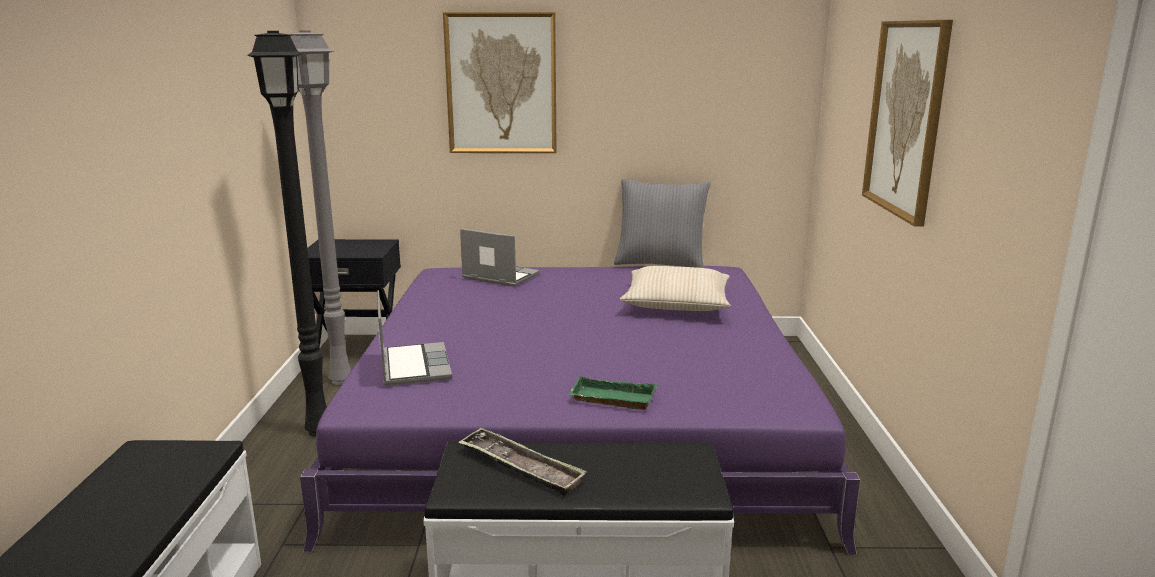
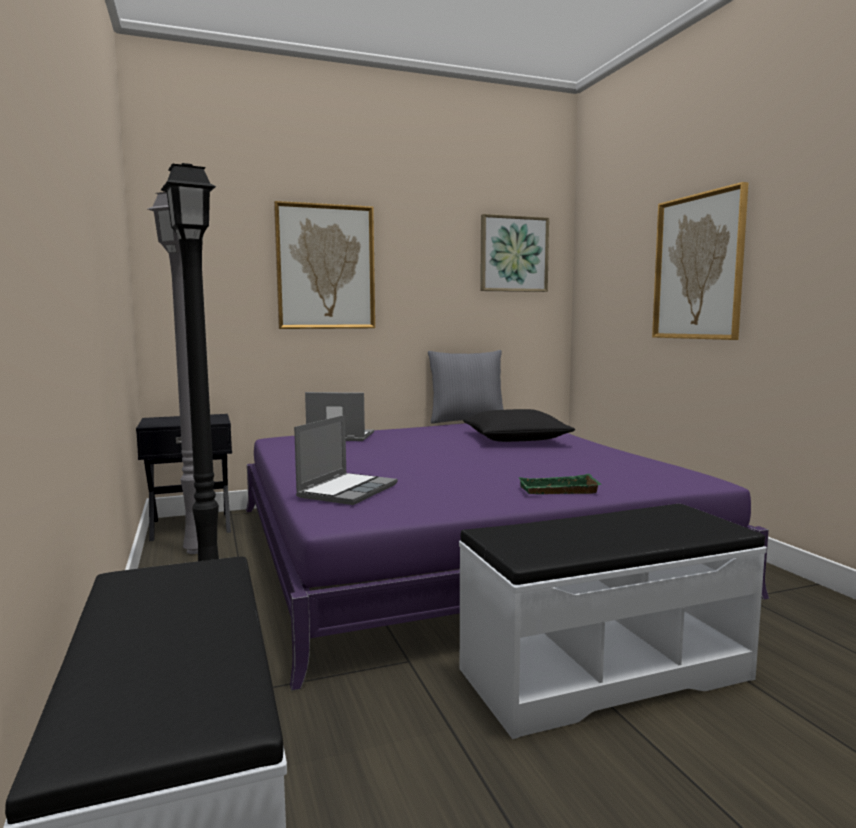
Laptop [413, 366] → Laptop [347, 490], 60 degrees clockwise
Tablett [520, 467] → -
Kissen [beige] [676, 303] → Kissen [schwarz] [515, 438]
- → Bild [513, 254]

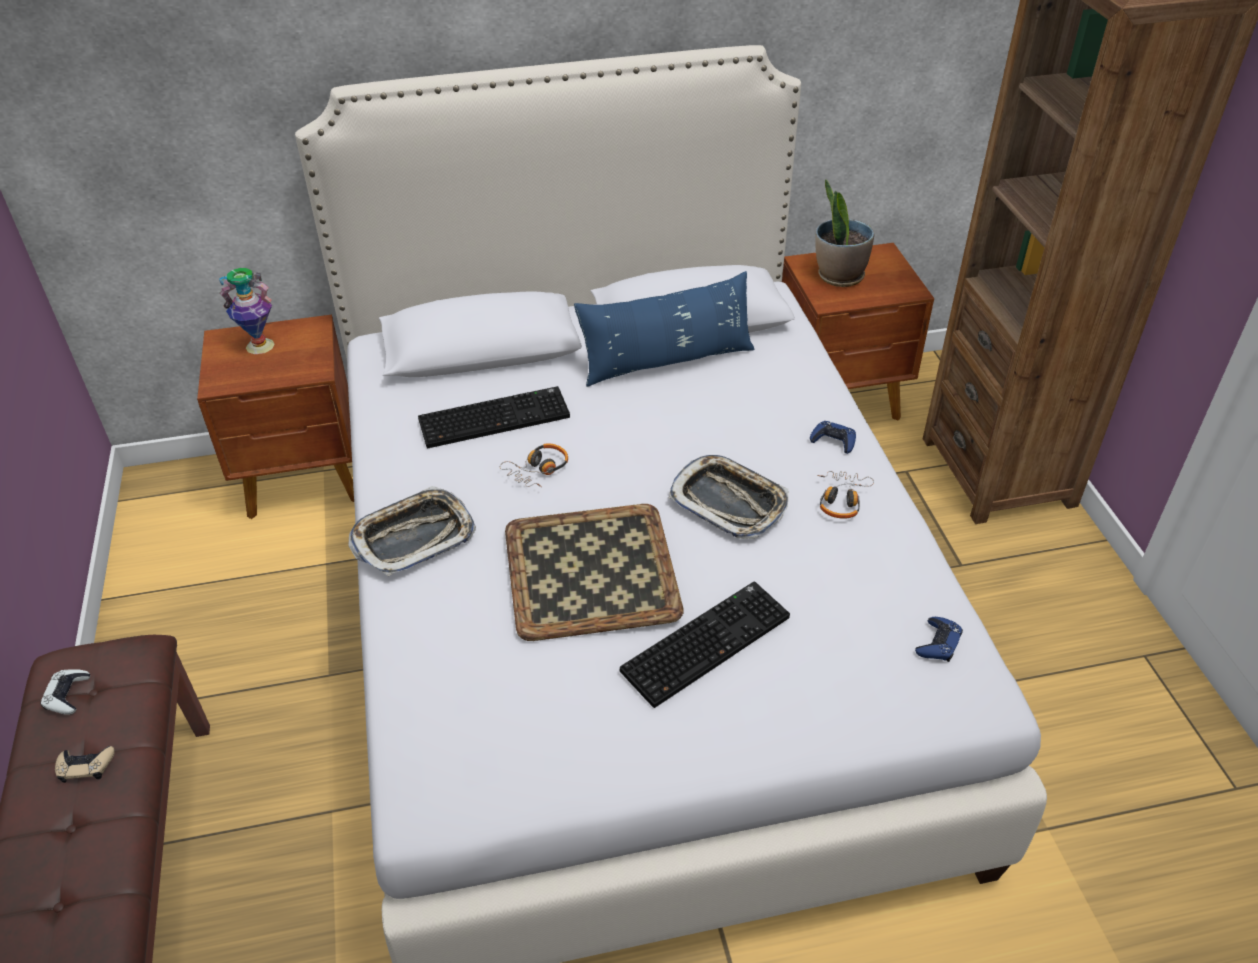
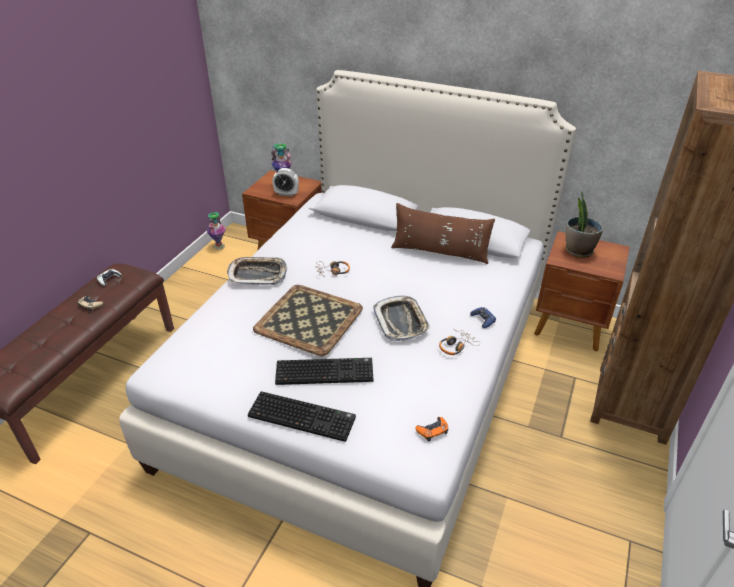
Tastatur [495, 417] → Tastatur [303, 416], relocated
Kissen [blau] [667, 361] → Kissen [braun] [440, 252]
Gamepad [blau] [938, 643] → Gamepad [orange] [432, 430]
- → Vase [218, 246]
- → Wecker [286, 194]

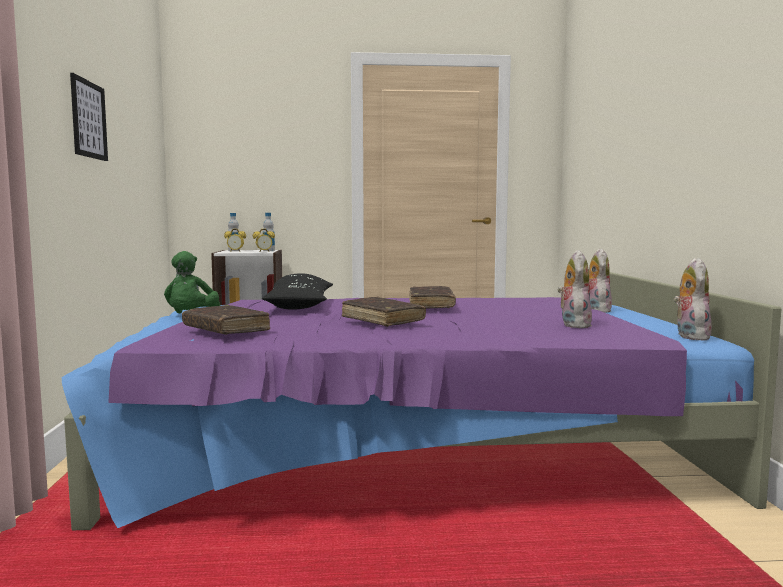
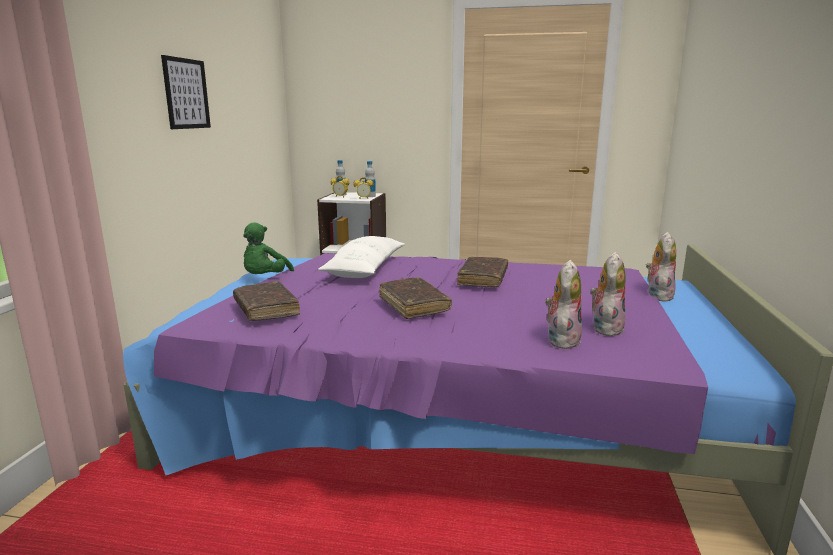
Kissen [schwarz] [300, 305] → Kissen [weiß] [365, 269]
Plüschtier [689, 336] → Plüschtier [561, 340], relocated

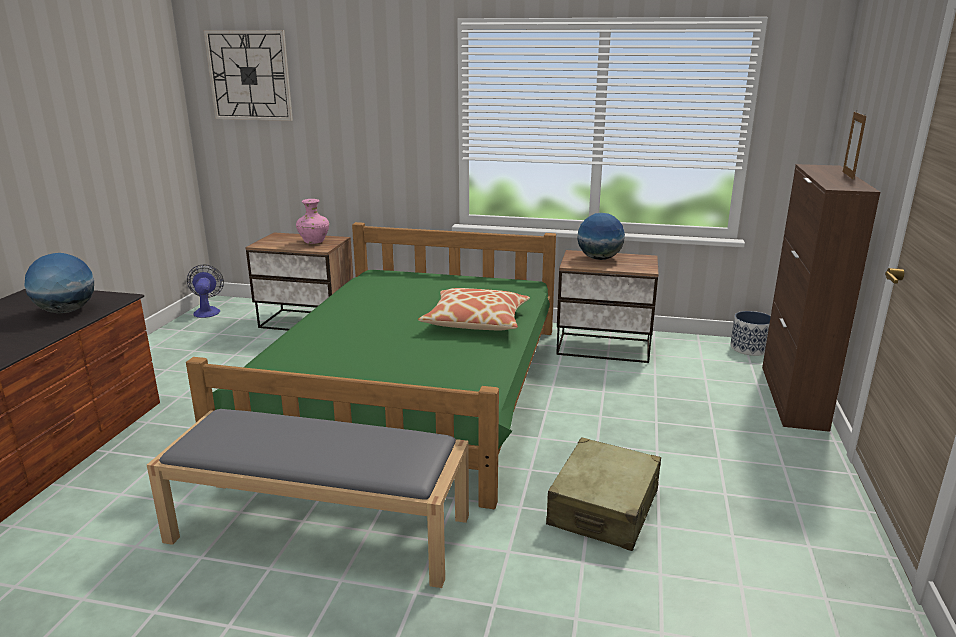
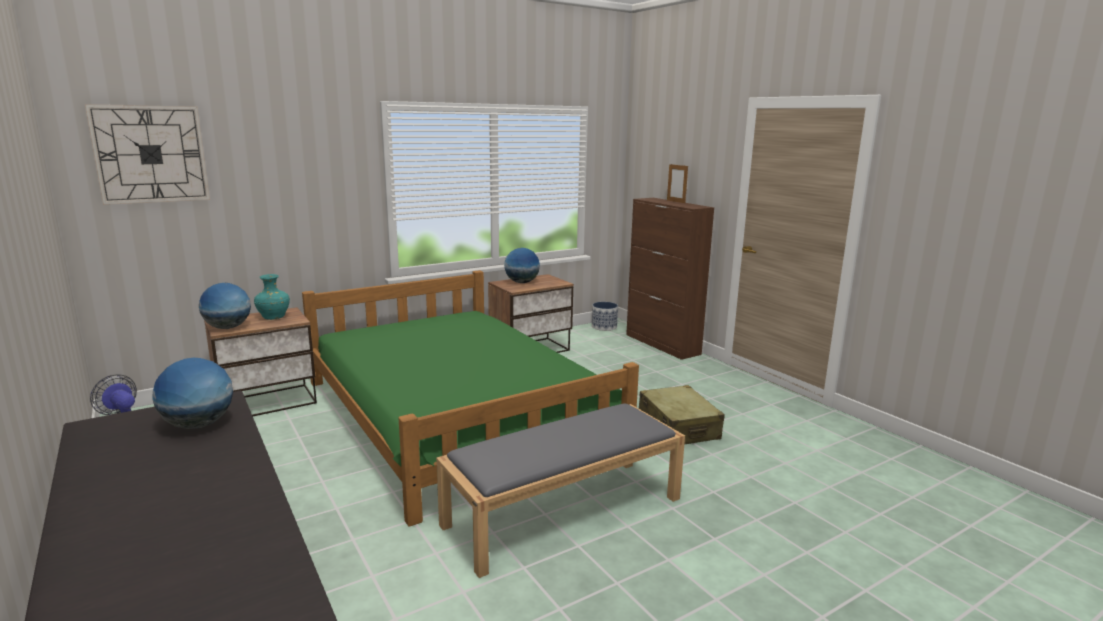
Vase [rosa] [313, 242] → Vase [türkis] [273, 317]
Kissen [476, 321] → -
- → Globus [228, 328]

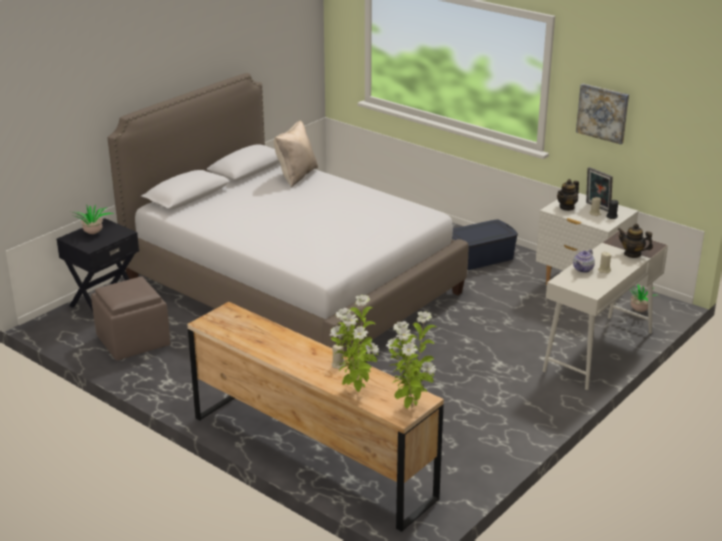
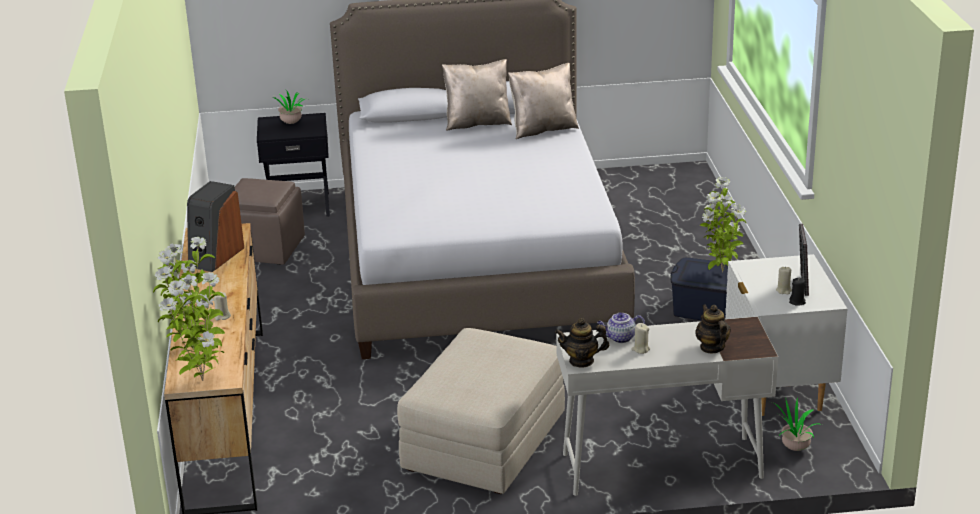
Teekanne [567, 207] → Teekanne [581, 361], relocated
Bild [603, 113] → -
- → Lautsprecher [215, 256]
- → Polsterhocker [beige] [484, 443]
- → Kissen [beige] [477, 123]
- → Topfpflanze [721, 272]

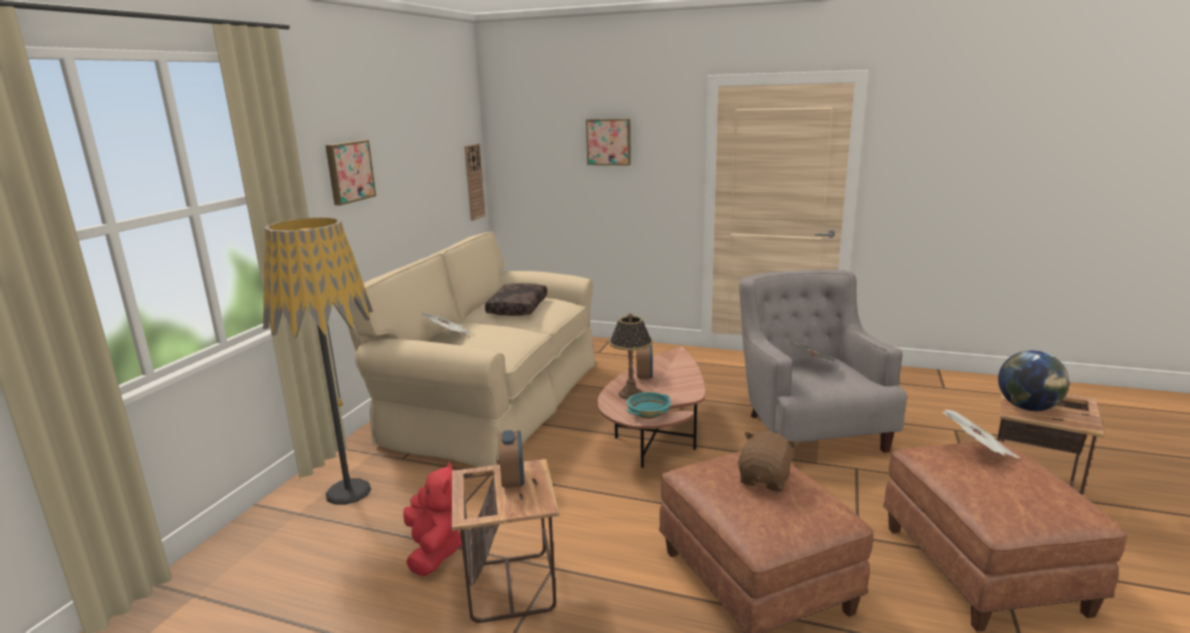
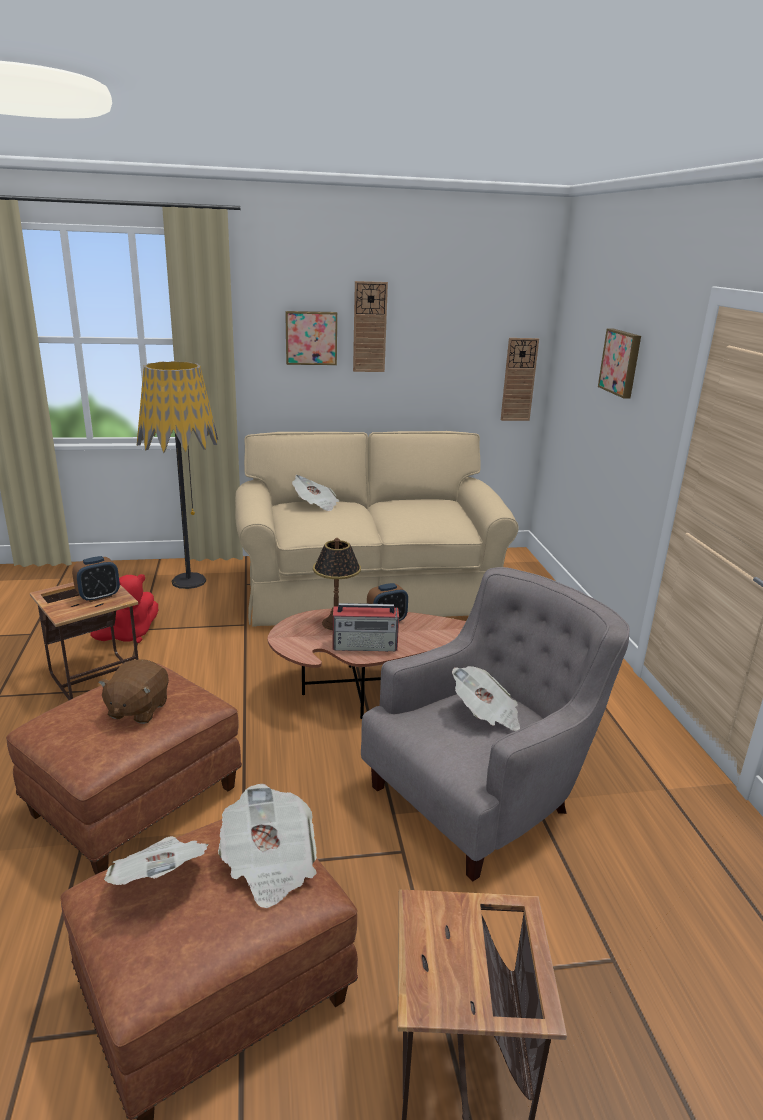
Kissen [braun] [516, 307] → -
Schüssel [türkis] [648, 414] → -
Plüschtier [braun] [765, 479] → Plüschtier [braun] [137, 709], 105 degrees clockwise
Globus [1027, 408] → -
- → Zeitung [159, 878]
- → Radio [366, 645]
- → Wanduhr [369, 327]

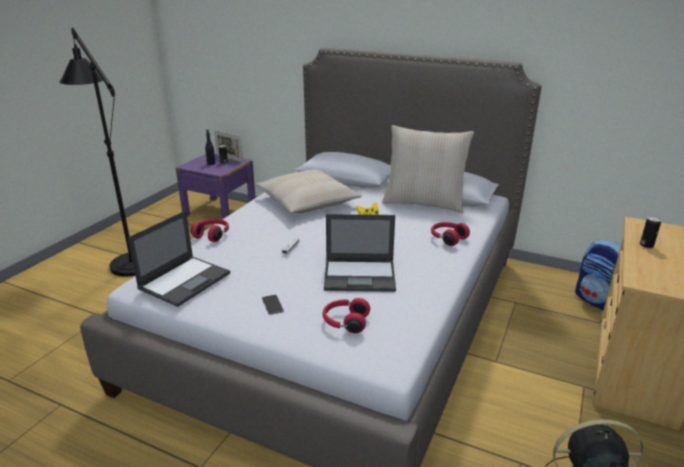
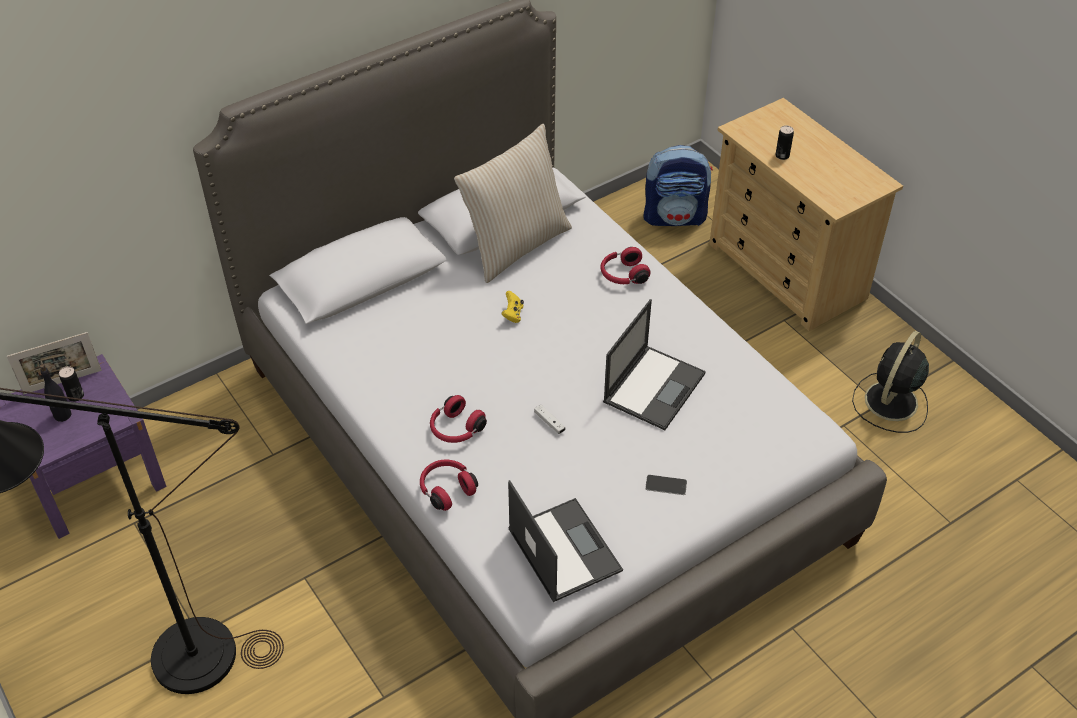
Kissen [beige] [307, 201] → -
Kopfhörer [rot] [345, 322] → Kopfhörer [rot] [456, 429], relocated

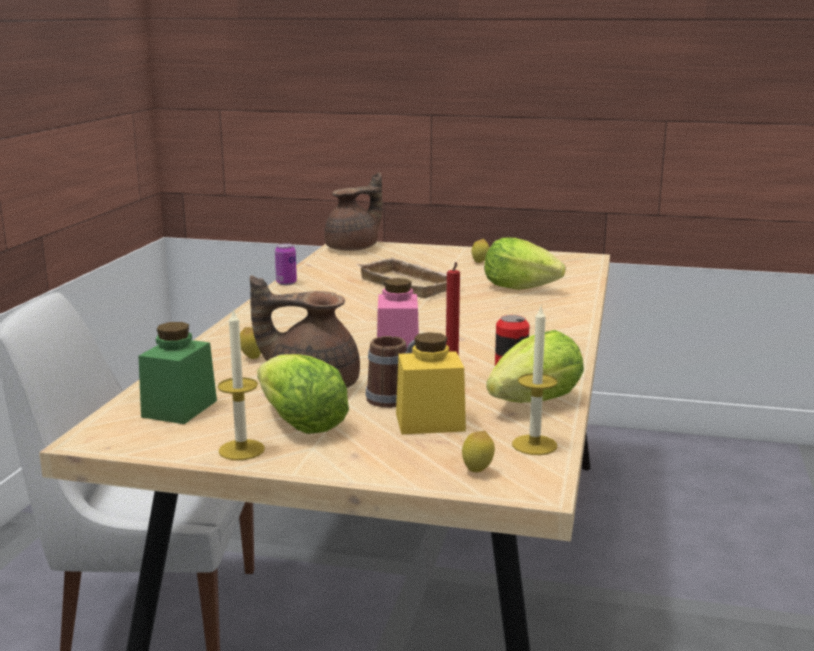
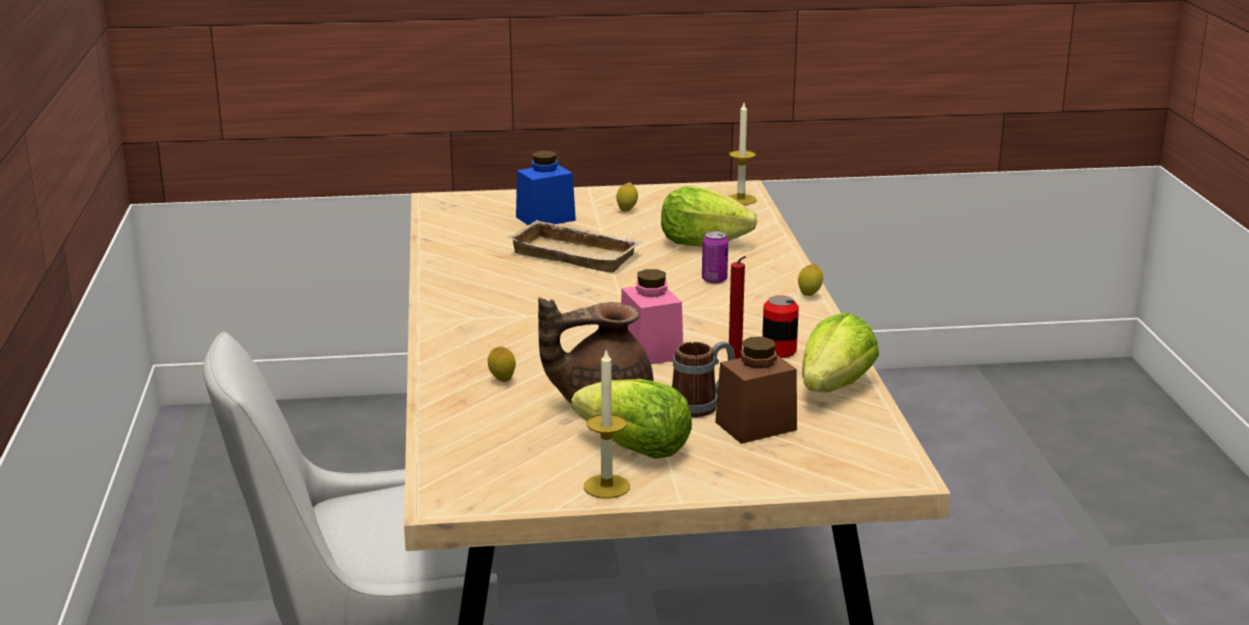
Vorratsglas [grün] [179, 409] → -
Dose [286, 283] → Dose [714, 280], relocated
Teekanne [braun] [354, 248] → -
Vorratsglas [gelb] [430, 422] → Vorratsglas [braun] [756, 426]
Zitrone [477, 472] → Zitrone [809, 295], relocated
Kerze [534, 445] → Kerze [741, 199], relocated
- → Vorratsglas [blau] [545, 218]

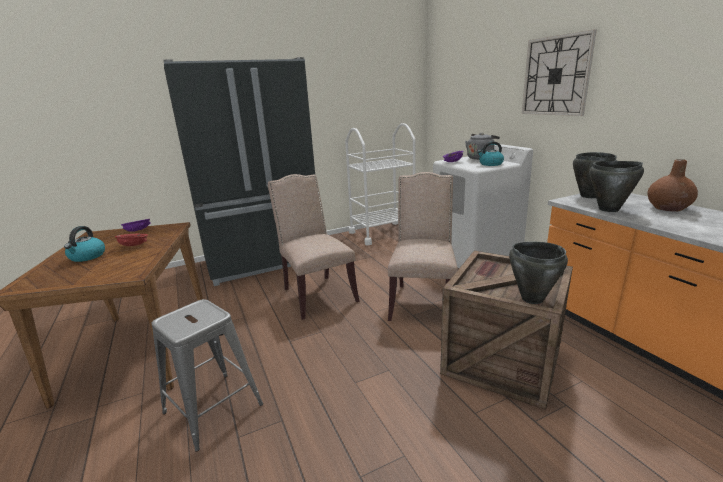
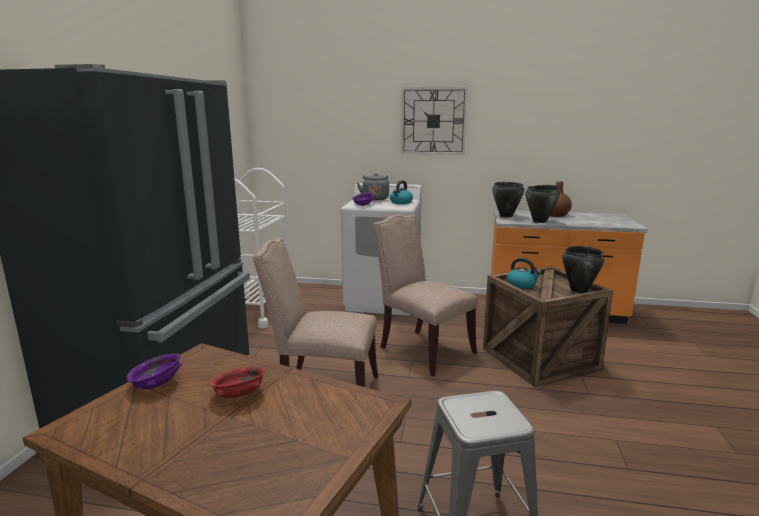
Wasserkessel [87, 257] → Wasserkessel [522, 285], relocated

